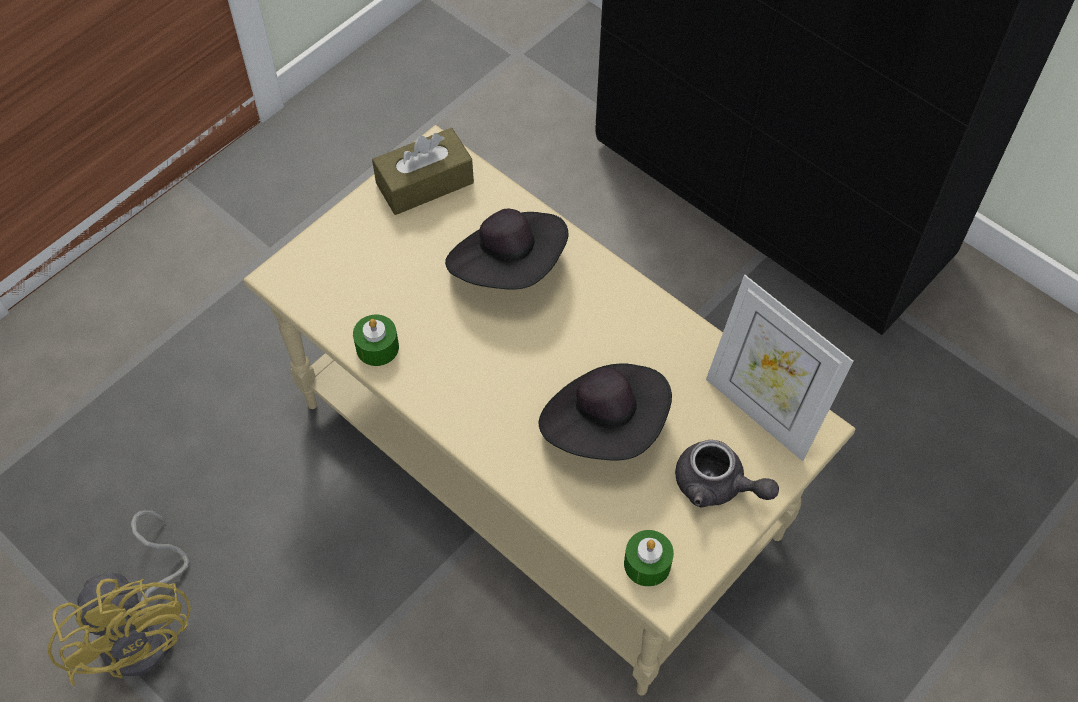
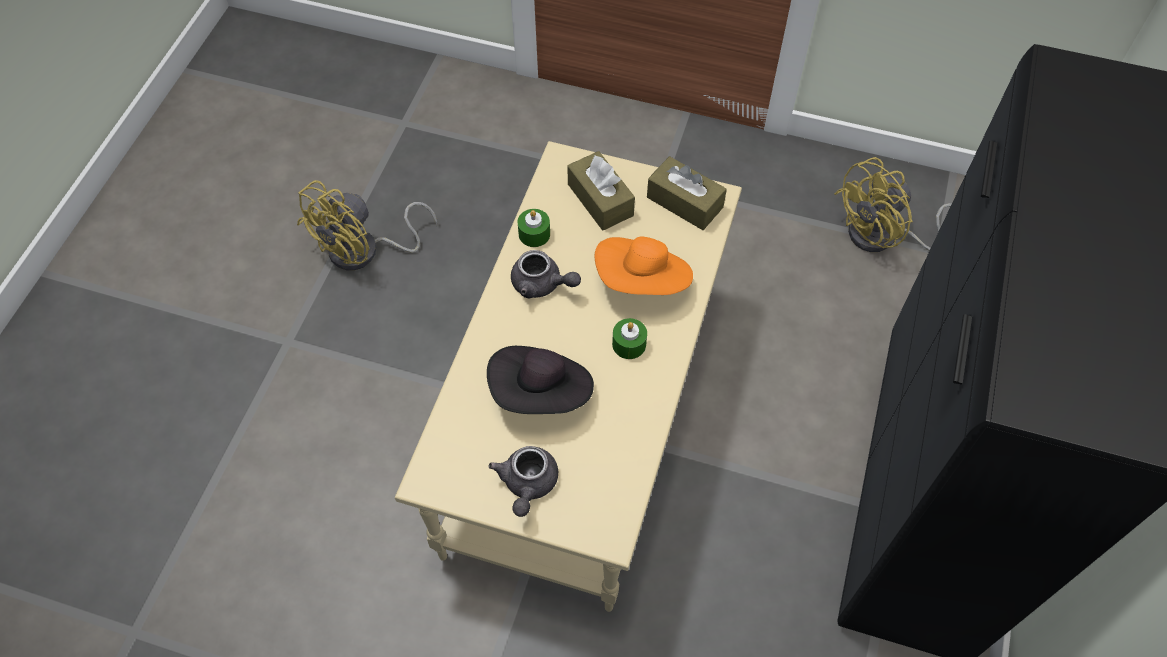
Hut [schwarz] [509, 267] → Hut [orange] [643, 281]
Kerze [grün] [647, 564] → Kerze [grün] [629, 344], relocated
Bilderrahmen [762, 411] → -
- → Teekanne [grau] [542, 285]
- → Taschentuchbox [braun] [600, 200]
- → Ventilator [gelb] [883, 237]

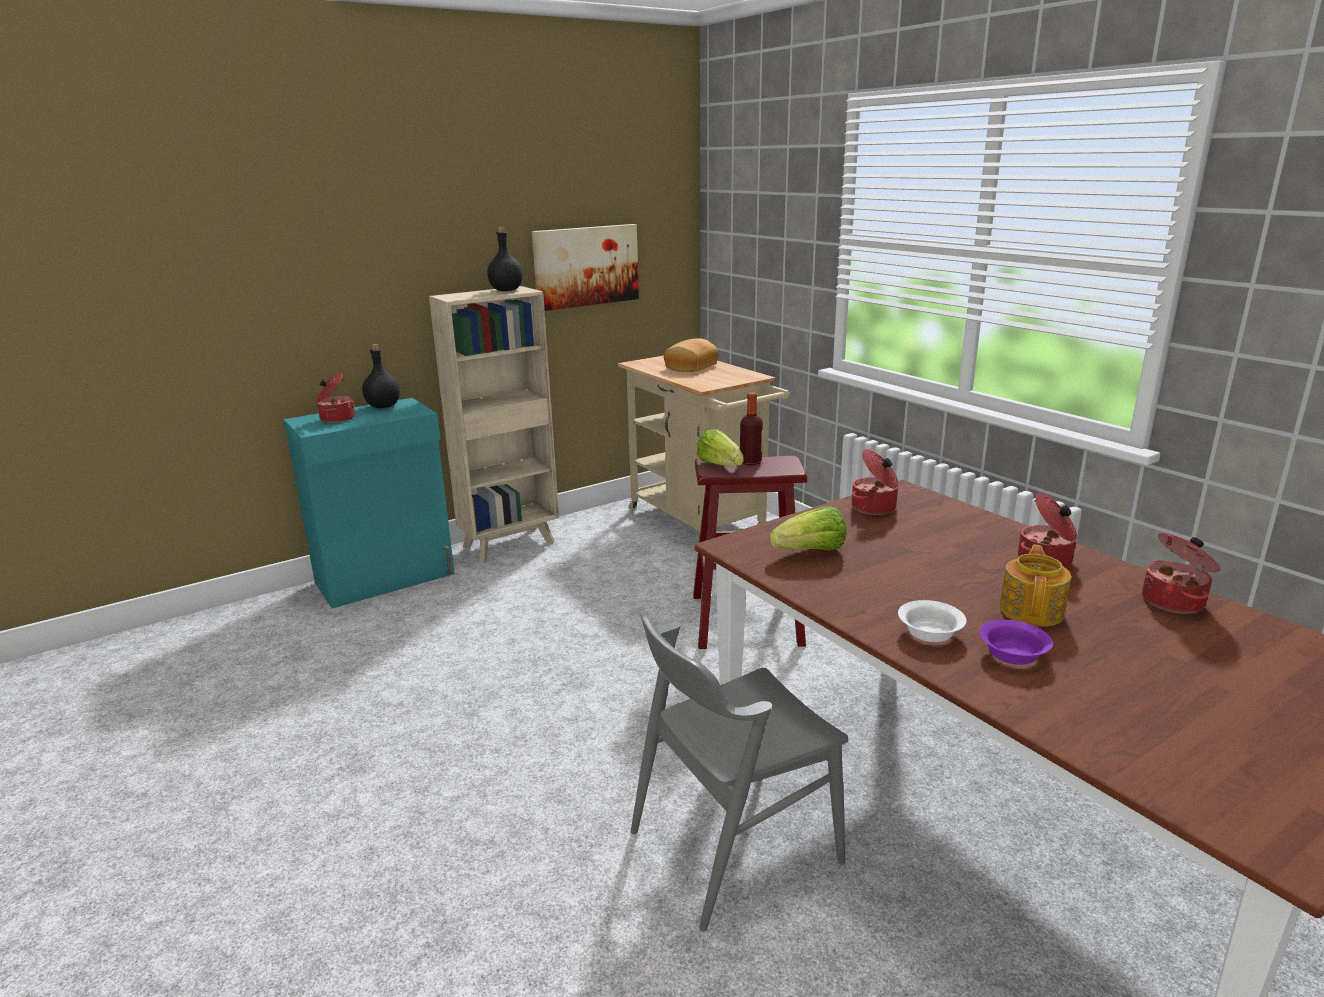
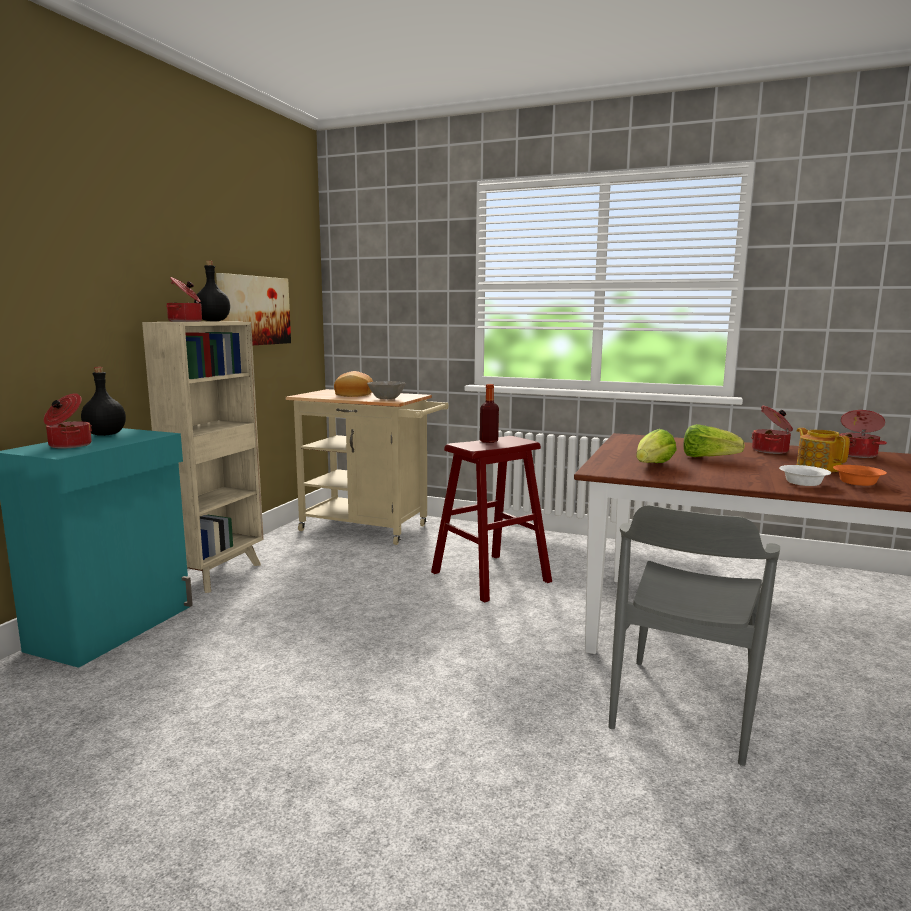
Salatkopf [720, 465] → Salatkopf [708, 458], relocated
Kochtopf [874, 508] → Kochtopf [186, 321], relocated
Schüssel [lila] [1013, 655] → Schüssel [orange] [858, 483]
- → Schüssel [grau] [386, 399]

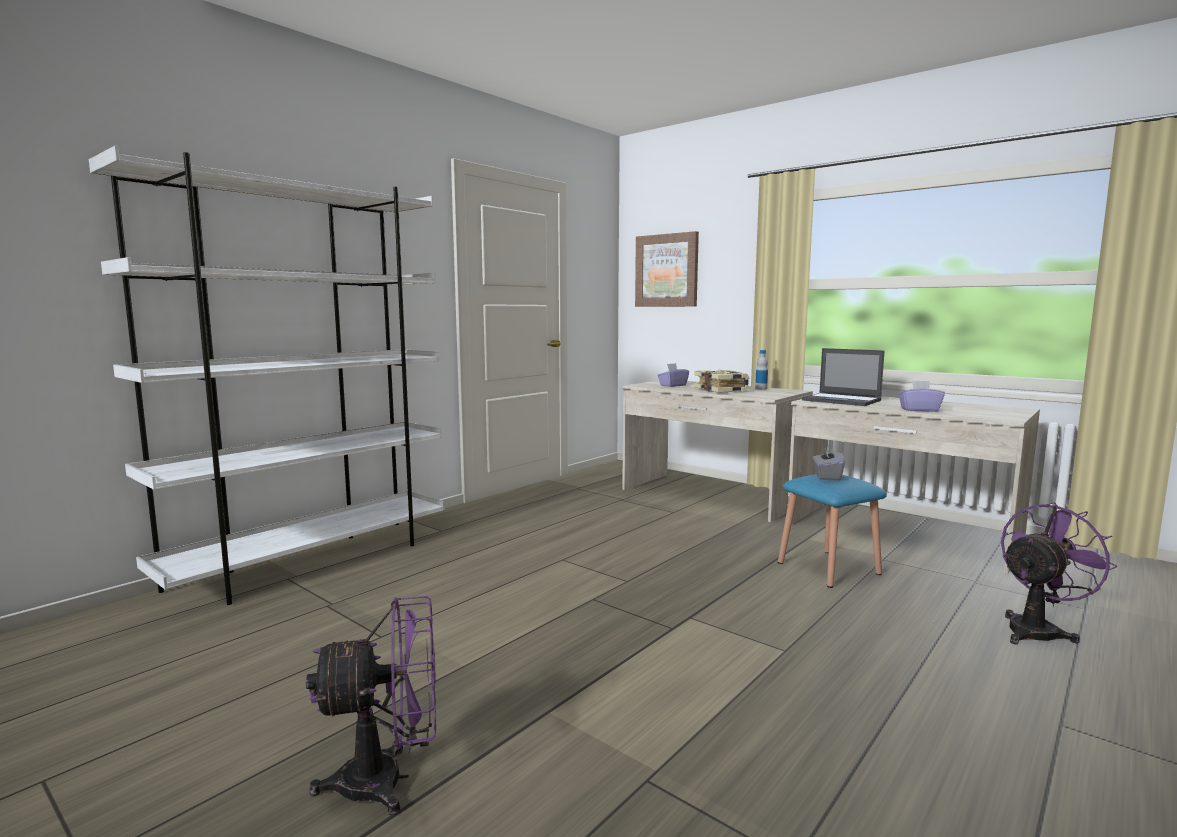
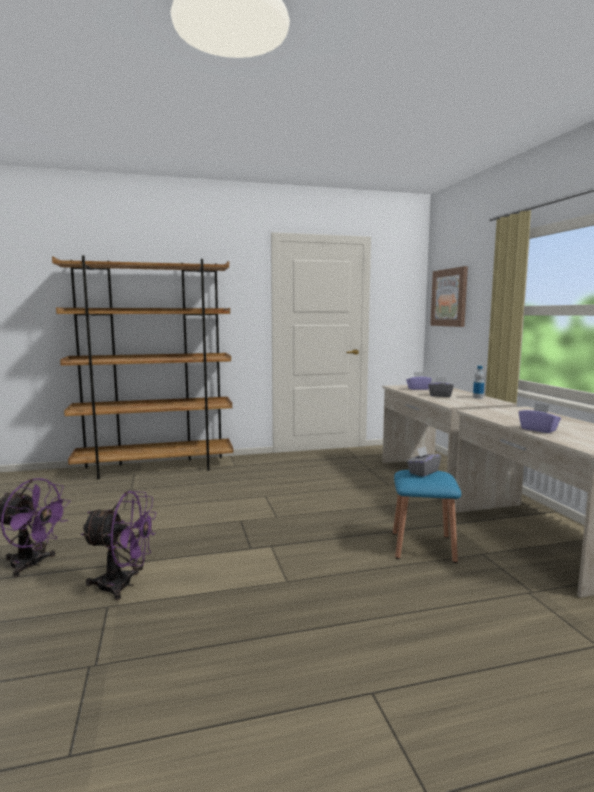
Bücherregal [weiß] [312, 561] → Bücherregal [braun] [155, 468]
Buch [721, 390] → Taschentuchbox [grau] [440, 395]
Laptop [842, 400] → -
Ventilator [lila] [1038, 630] → Ventilator [lila] [123, 585], relocated

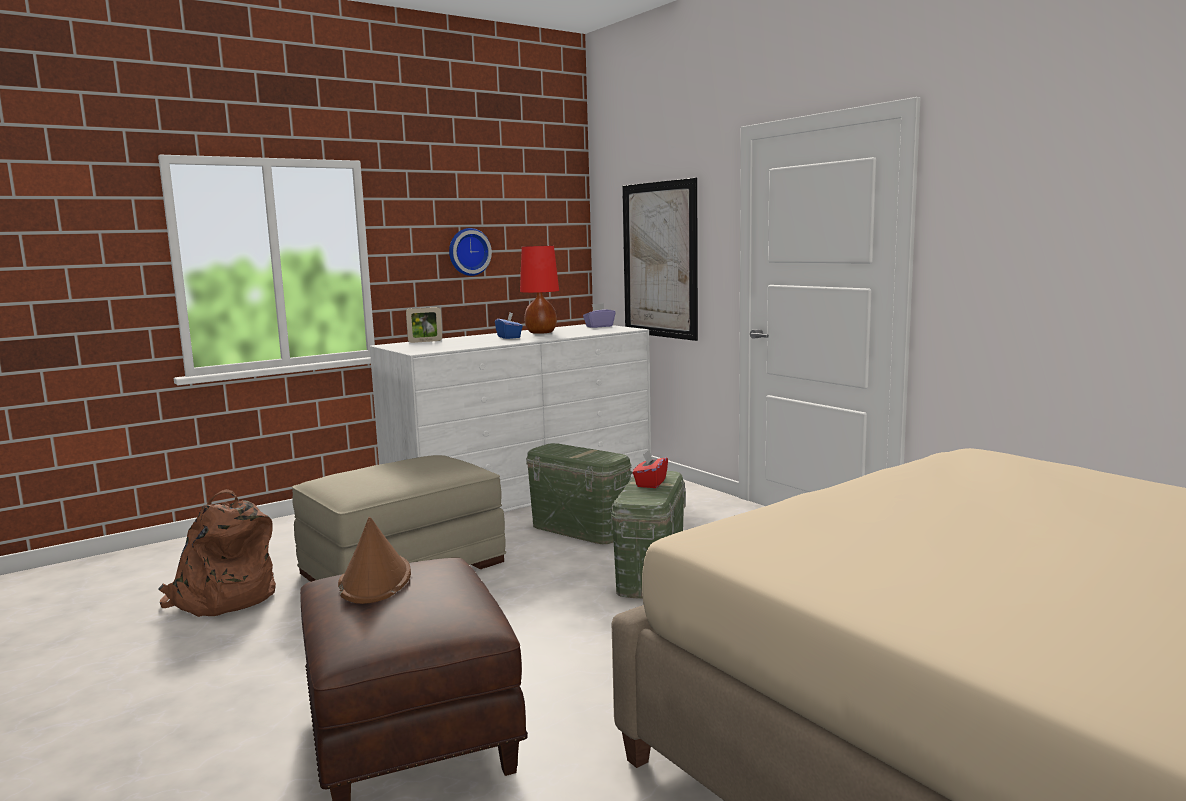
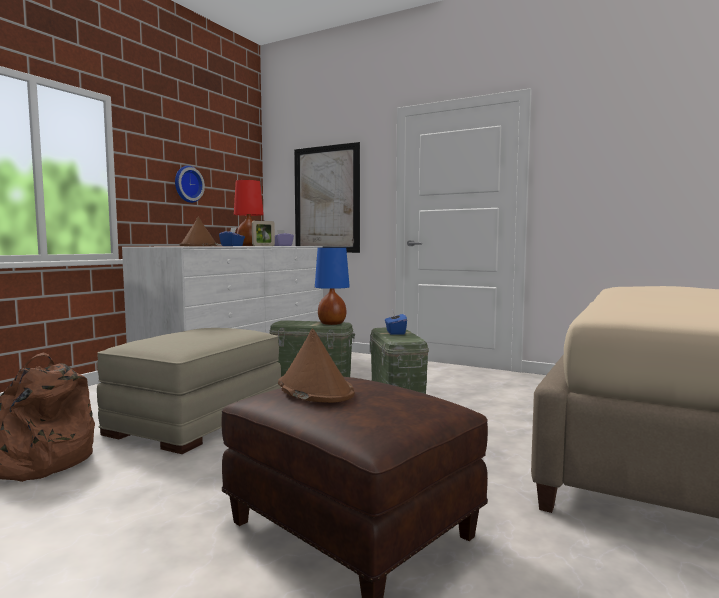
Bilderrahmen [425, 341] → Bilderrahmen [263, 246], relocated
Taschentuchbox [rot] [650, 483] → Taschentuchbox [blau] [395, 332]
- → Hut [braun] [199, 246]
- → Tischlampe [blau] [332, 324]

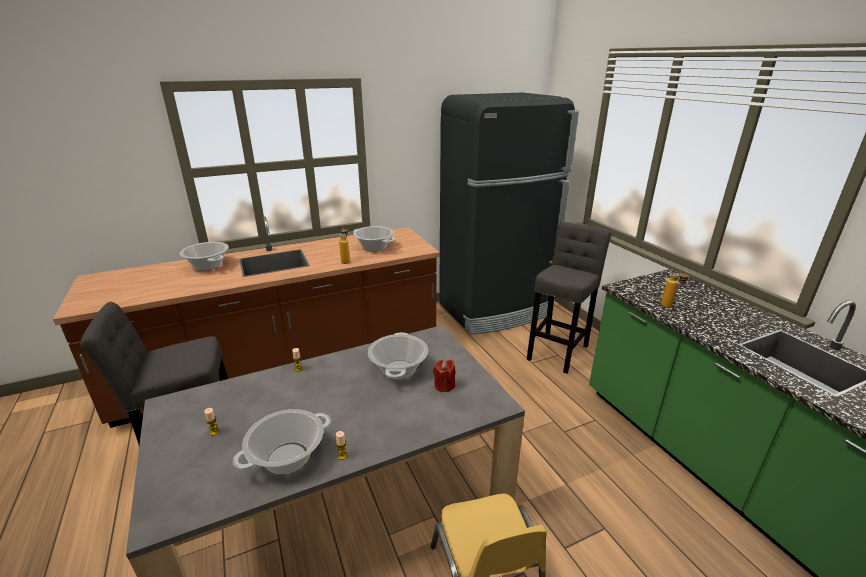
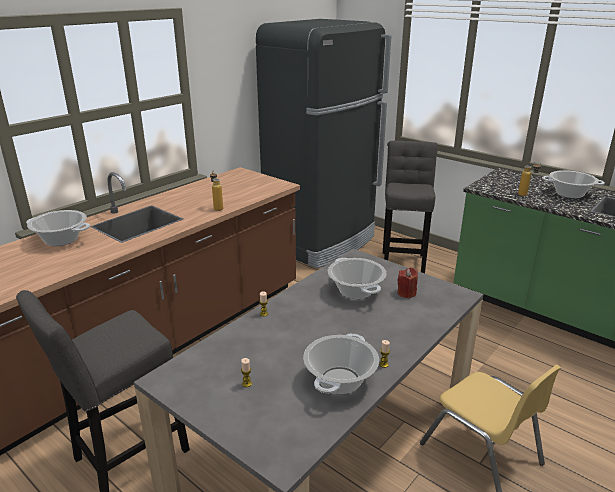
Kochtopf [374, 247] → Kochtopf [569, 194], relocated

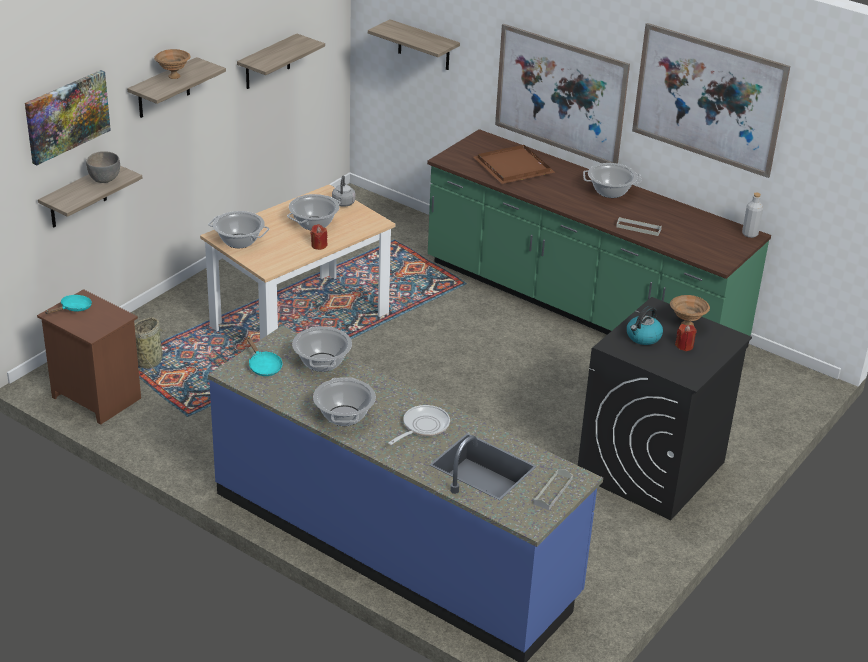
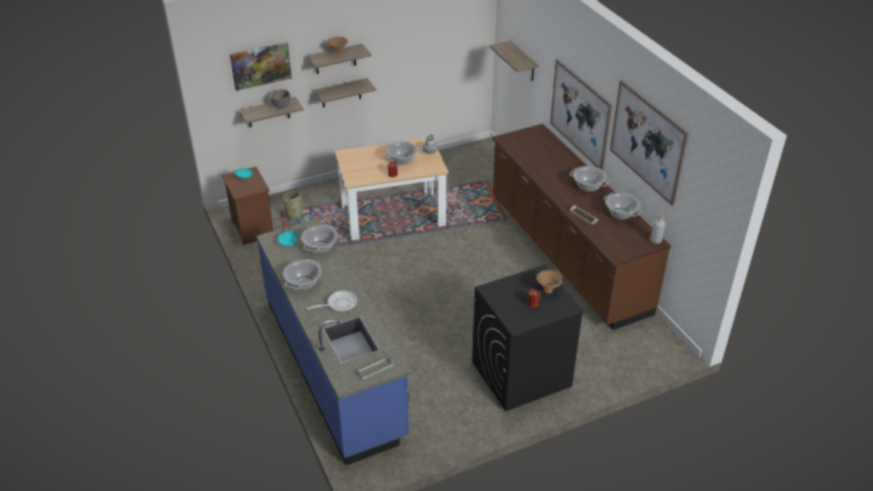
Kochtopf [239, 241] → Kochtopf [621, 214], relocated
Wandregal [267, 62] → Wandregal [341, 93], relocated
Küchenzeile [grün] [581, 306] → Küchenzeile [braun] [566, 255]
Tablett [braun] [515, 167] → -
Wasserkessel [643, 337] → -

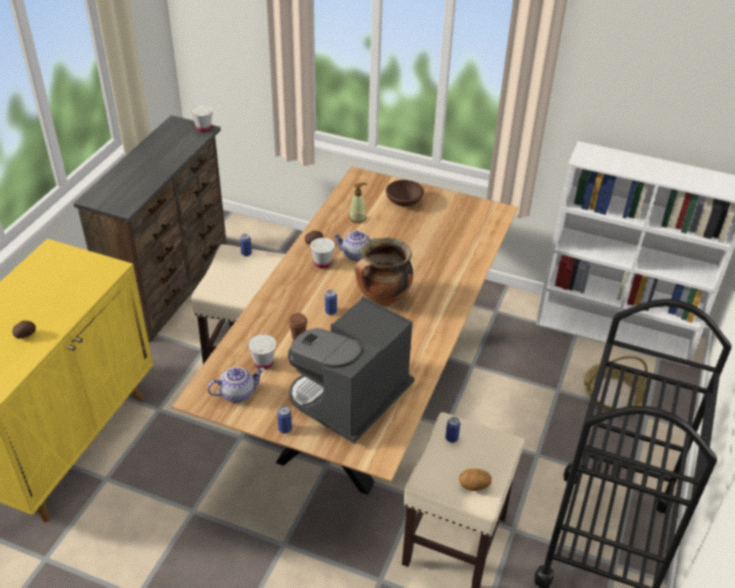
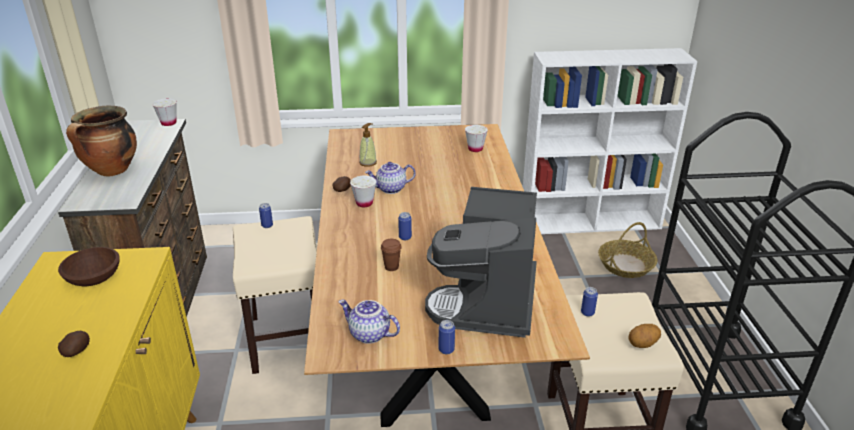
Teekanne [237, 393] → Teekanne [368, 334], 105 degrees counterclockwise
Tasse [weiß] [263, 363] → Tasse [weiß] [475, 149], relocated
Kochtopf [382, 298] → Kochtopf [112, 171], relocated
Schüssel [braun] [404, 201] → Schüssel [braun] [95, 278], relocated

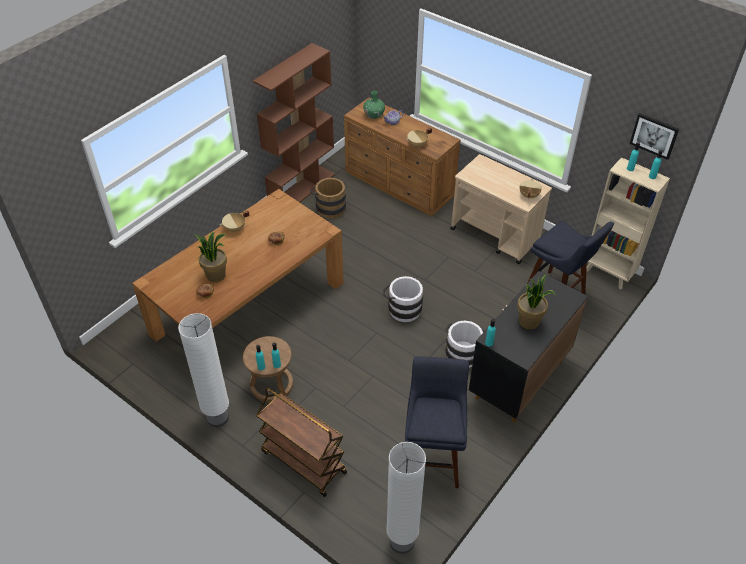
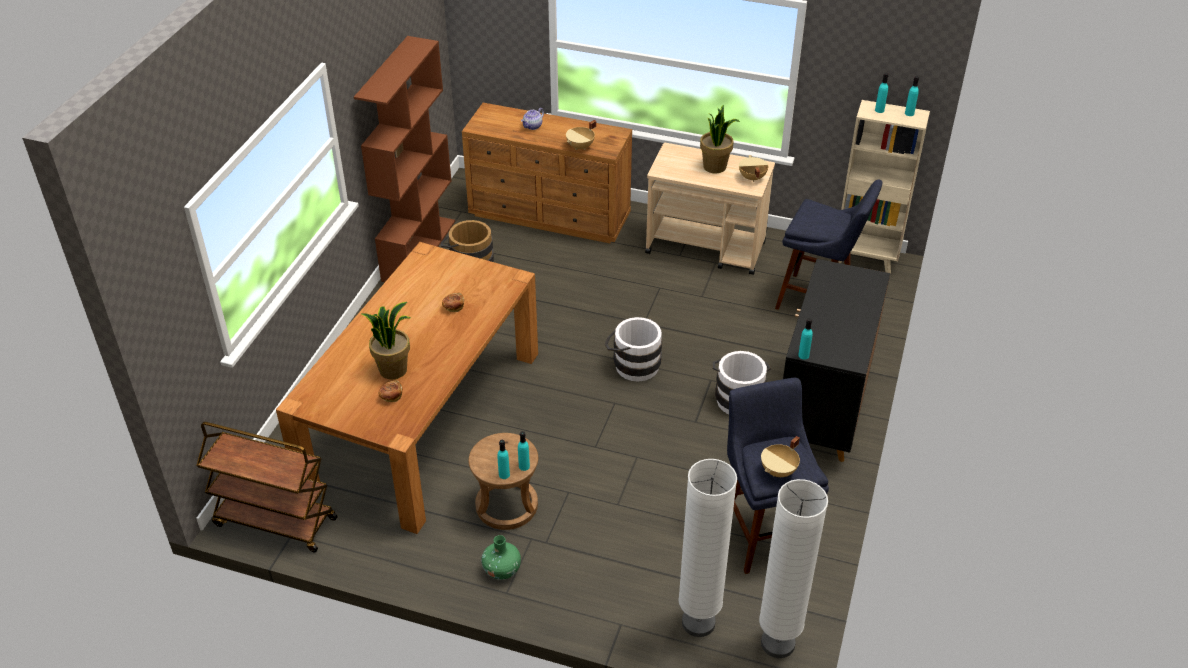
Stehlampe [weiß] [217, 418] → Stehlampe [weiß] [698, 623], relocated
Kochtopf [beige] [235, 229] → Kochtopf [beige] [779, 471], relocated
Rollwagen [braun] [303, 462] → Rollwagen [braun] [274, 522], relocated
Vase [grün] [374, 115] → Vase [grün] [502, 570], relocated
Topfpflanze [529, 322] → Topfpflanze [715, 167], relocated
Bild [654, 135] → -

